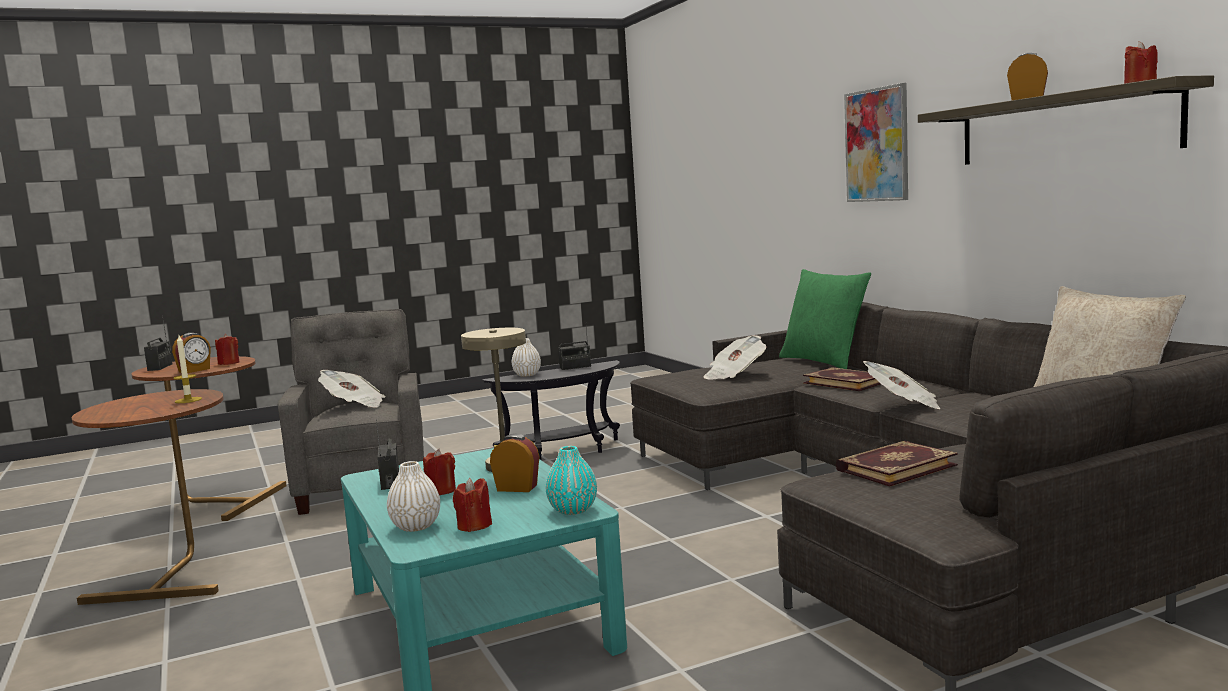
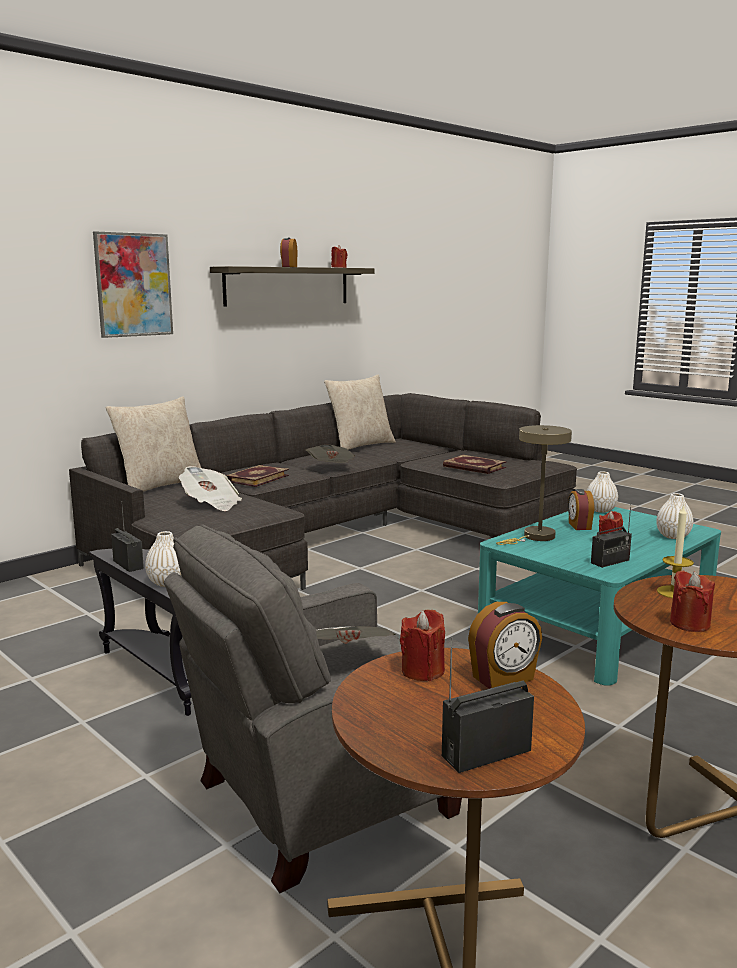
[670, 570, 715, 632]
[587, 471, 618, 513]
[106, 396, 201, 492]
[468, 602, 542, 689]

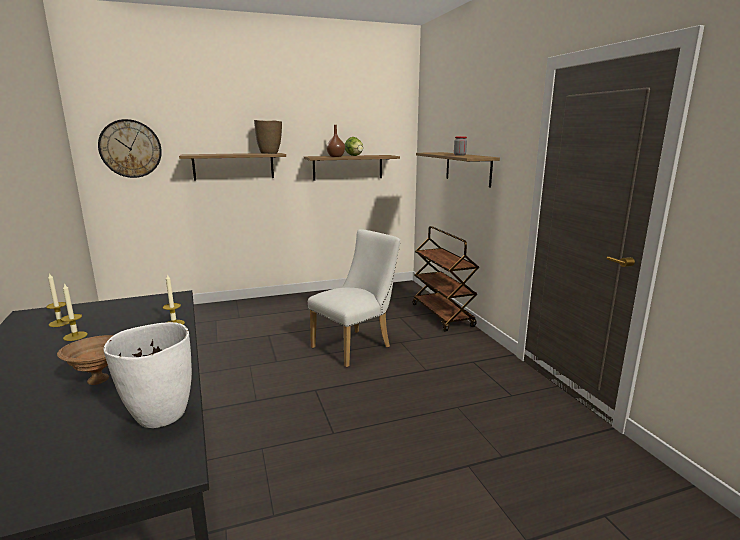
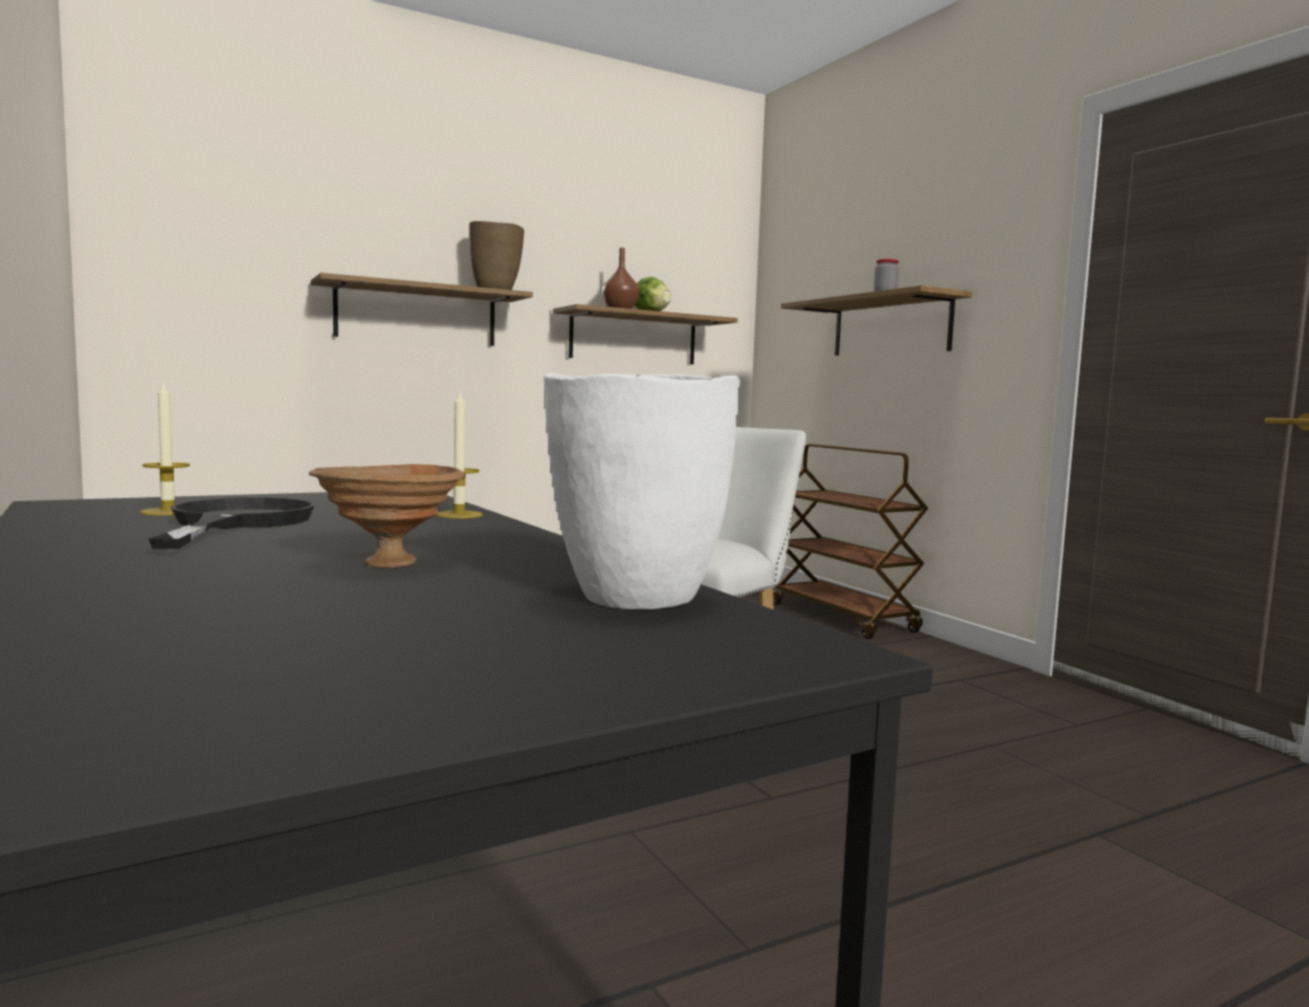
[98, 119, 162, 178] (first image)
[149, 497, 316, 549]

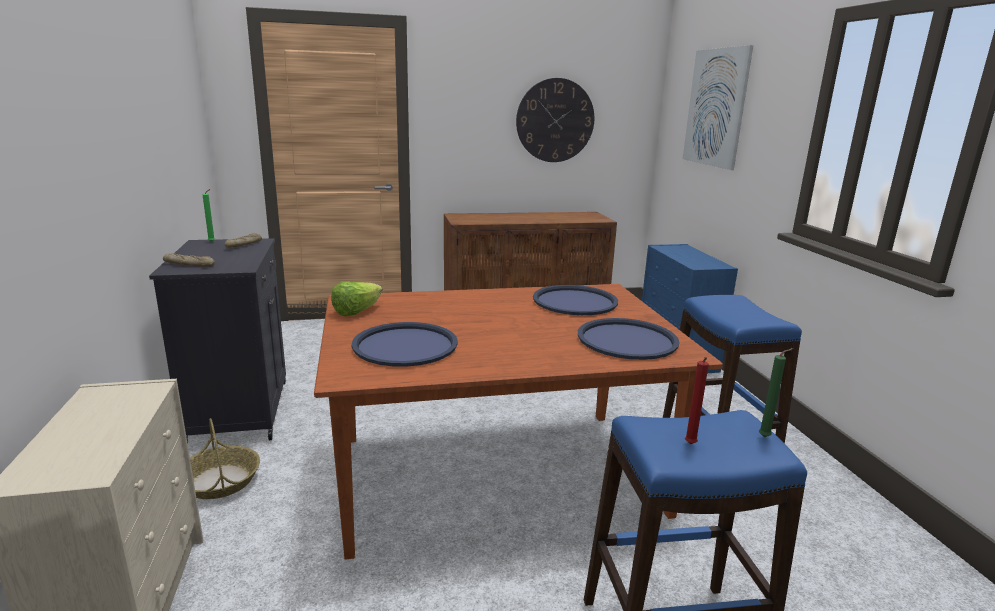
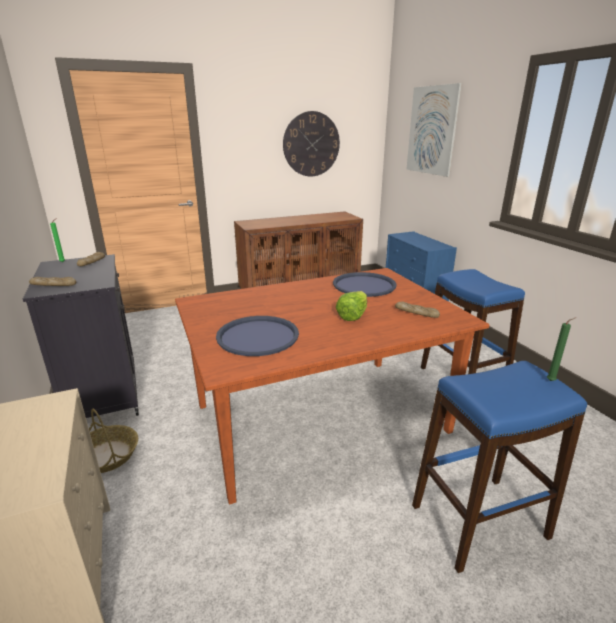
[685, 357, 709, 444] (first image)
[336, 291, 367, 321]
[395, 301, 440, 318]

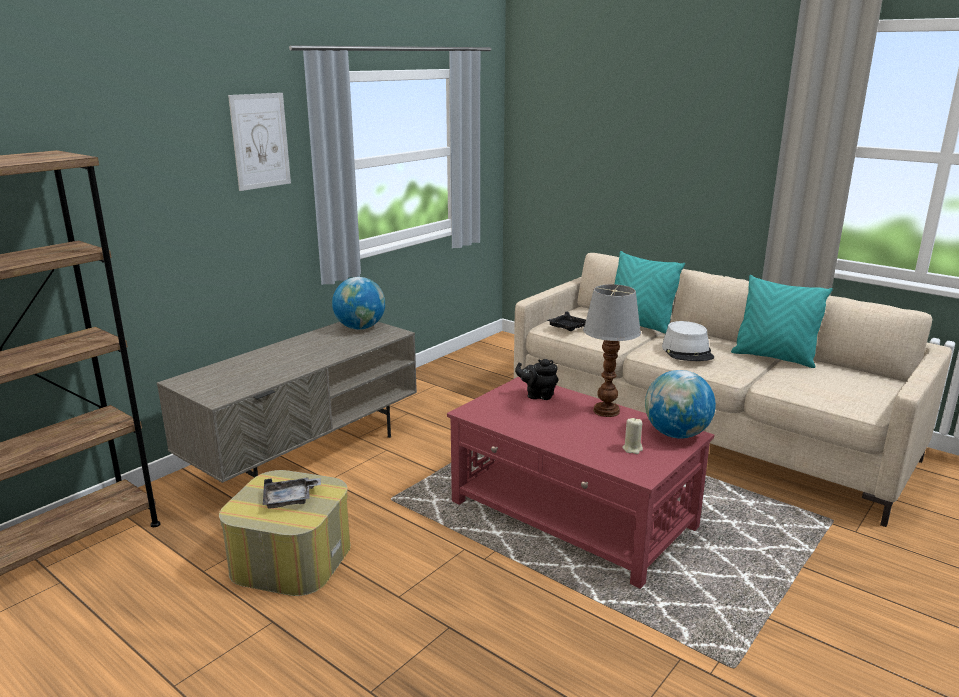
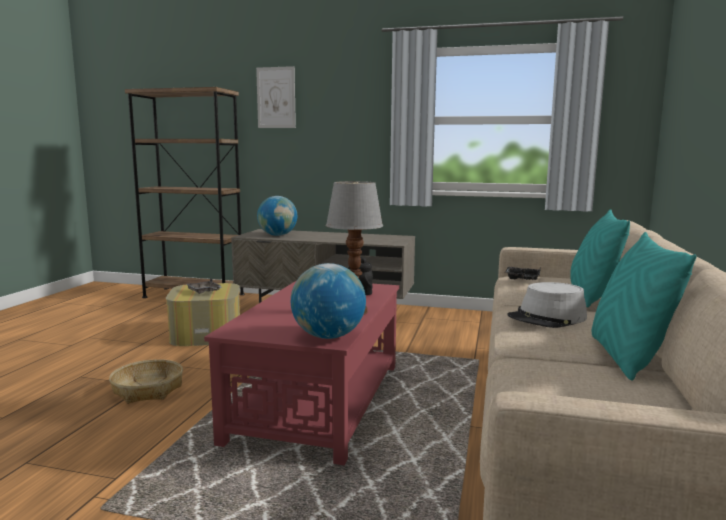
[623, 418, 643, 454] (first image)
[109, 359, 183, 403]
[256, 66, 296, 128]
[257, 196, 297, 236]

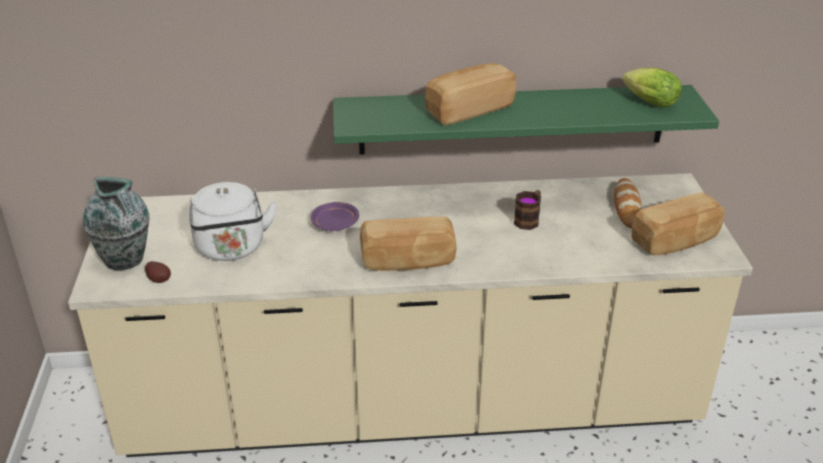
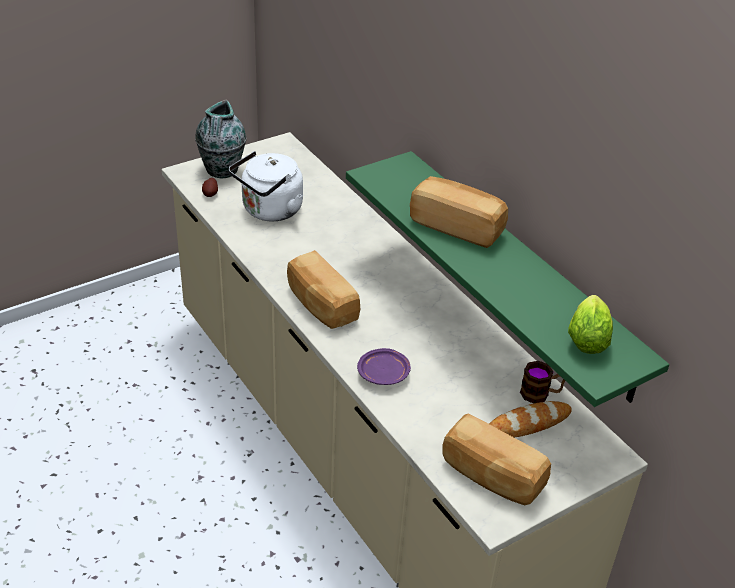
[357, 348, 411, 385]
[520, 361, 565, 403]

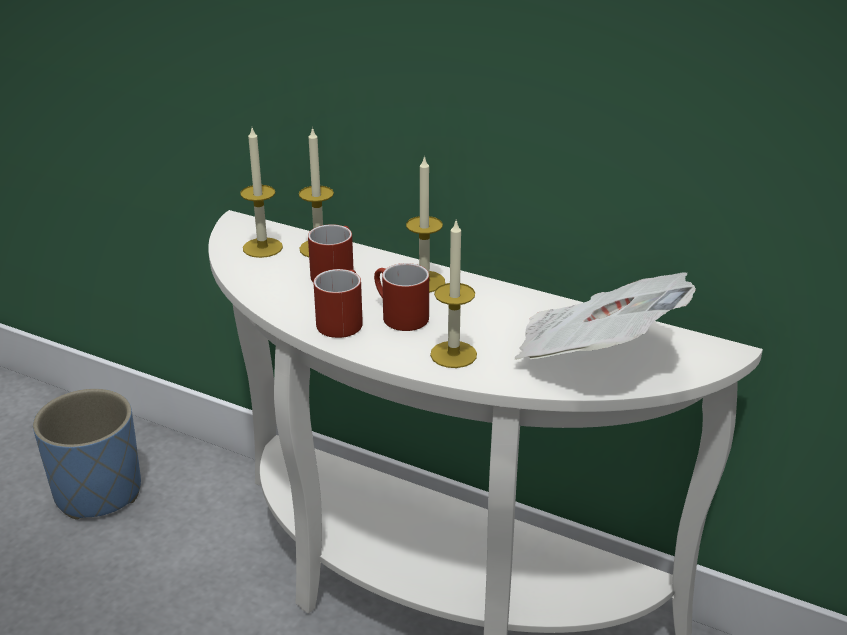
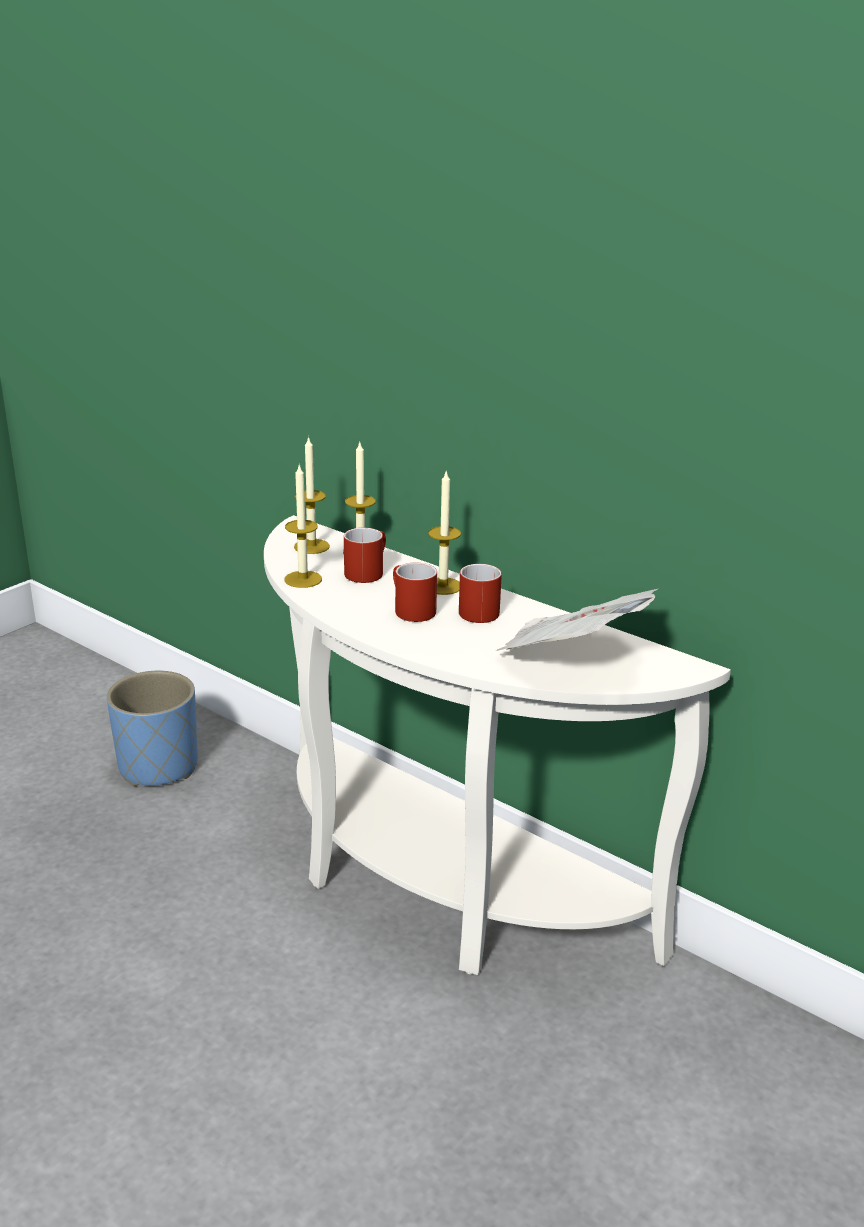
[459, 564, 502, 623]
[285, 465, 322, 588]

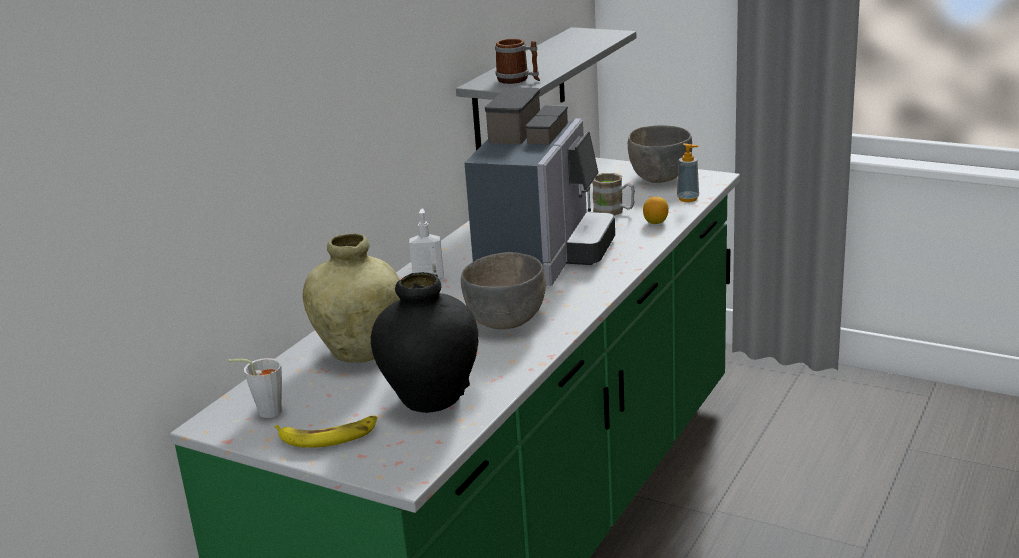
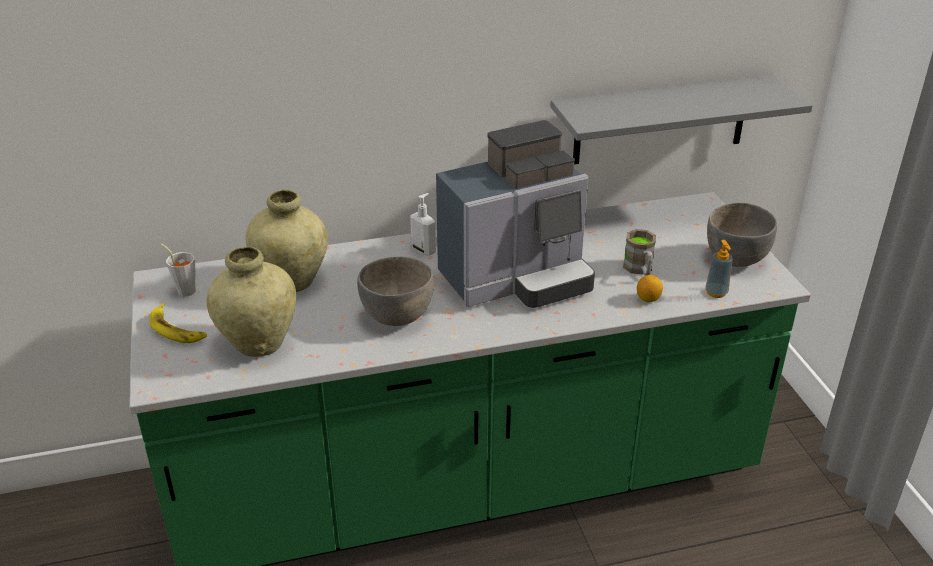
[495, 39, 540, 84] (first image)
[207, 247, 296, 357]

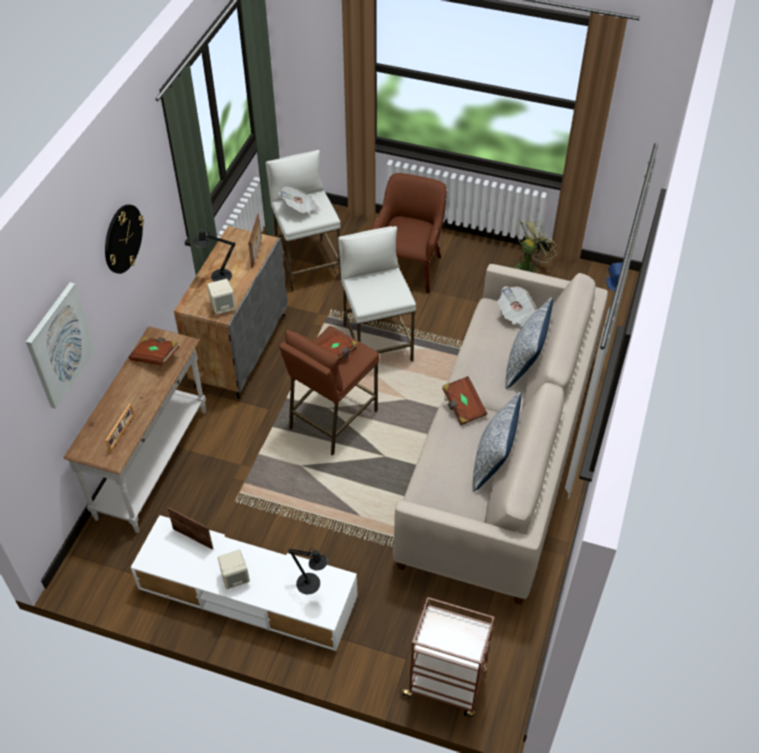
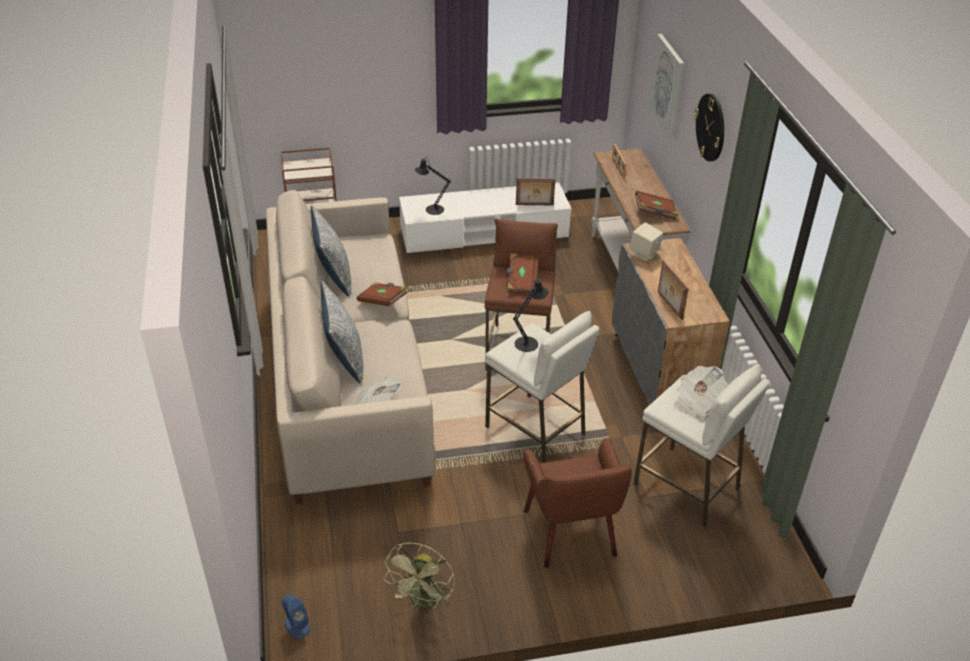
[218, 550, 250, 589] (first image)
[513, 278, 548, 352]

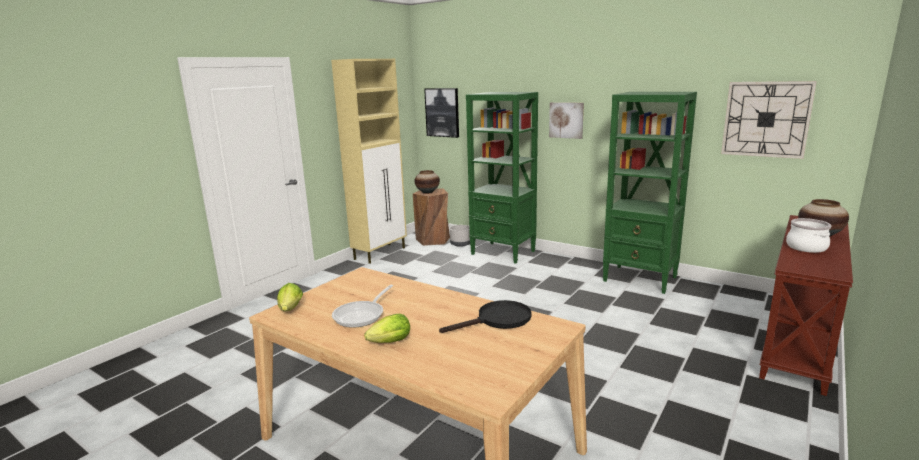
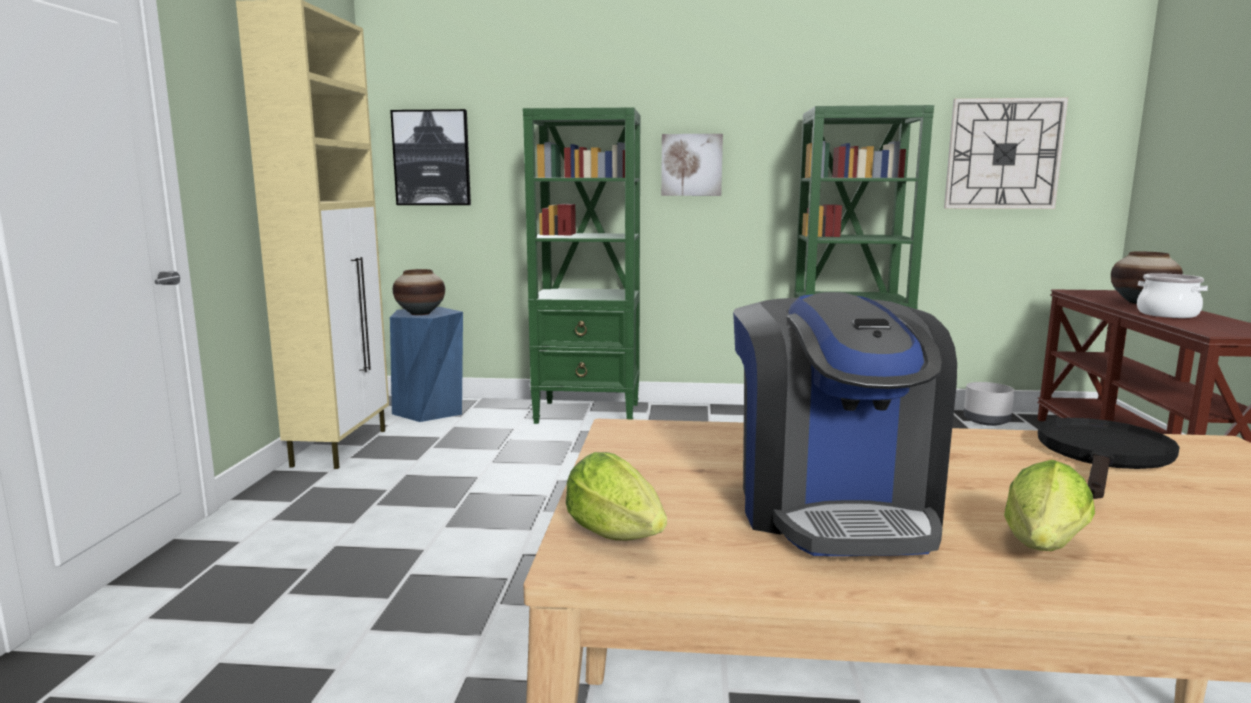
[963, 382, 1014, 426]
[733, 292, 957, 556]
[390, 307, 463, 422]

